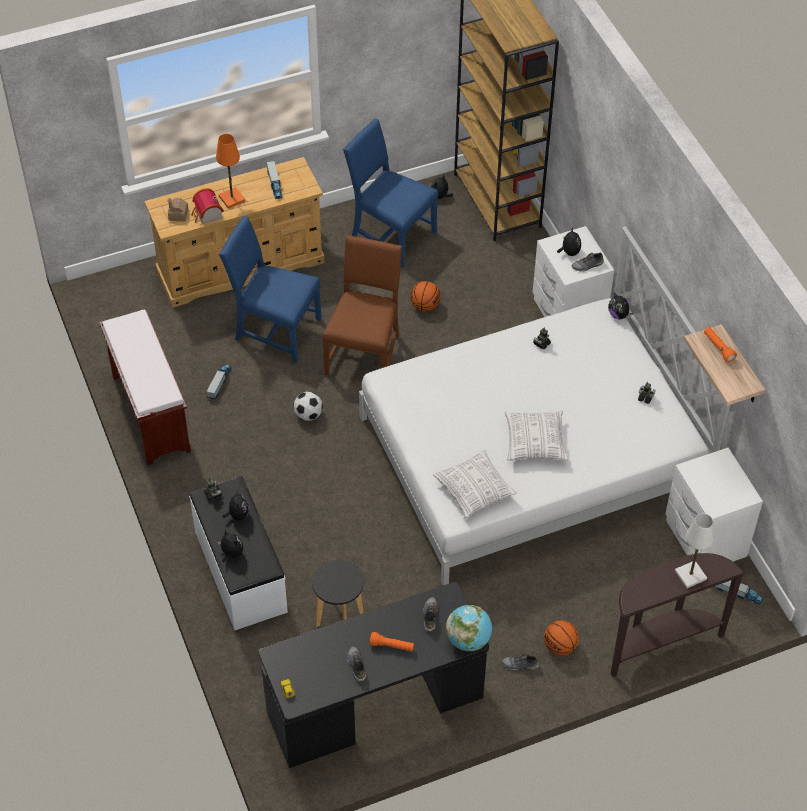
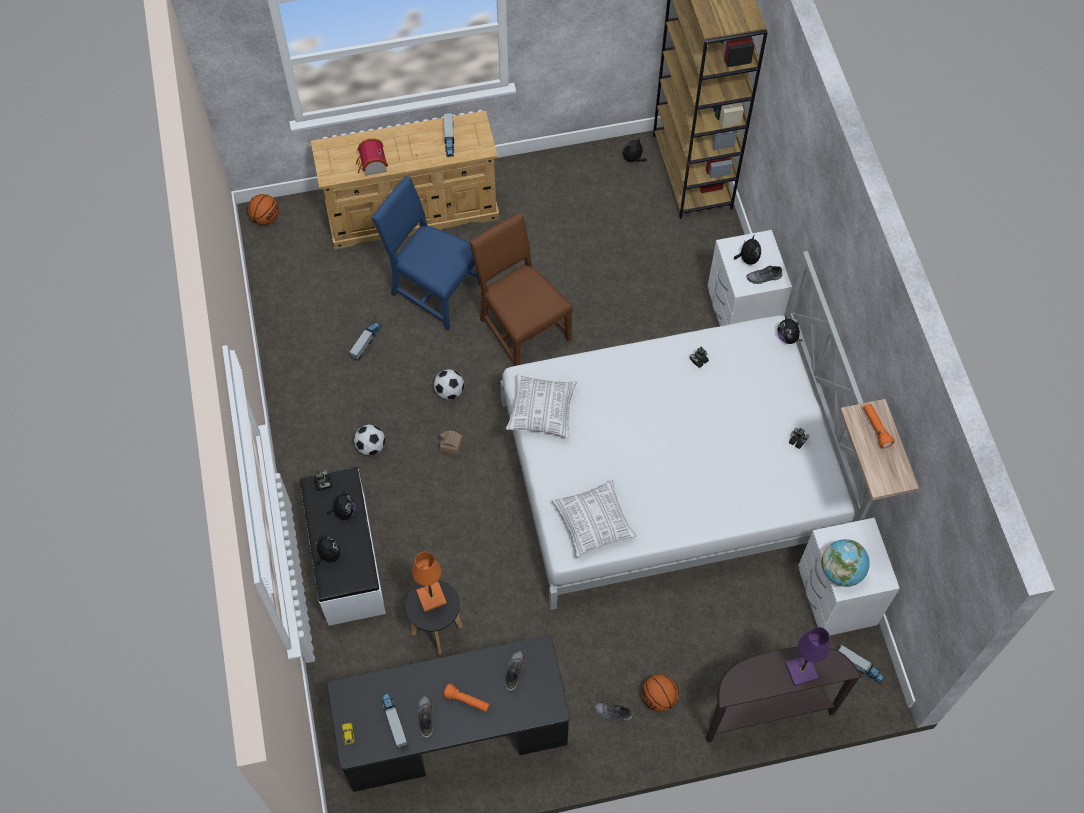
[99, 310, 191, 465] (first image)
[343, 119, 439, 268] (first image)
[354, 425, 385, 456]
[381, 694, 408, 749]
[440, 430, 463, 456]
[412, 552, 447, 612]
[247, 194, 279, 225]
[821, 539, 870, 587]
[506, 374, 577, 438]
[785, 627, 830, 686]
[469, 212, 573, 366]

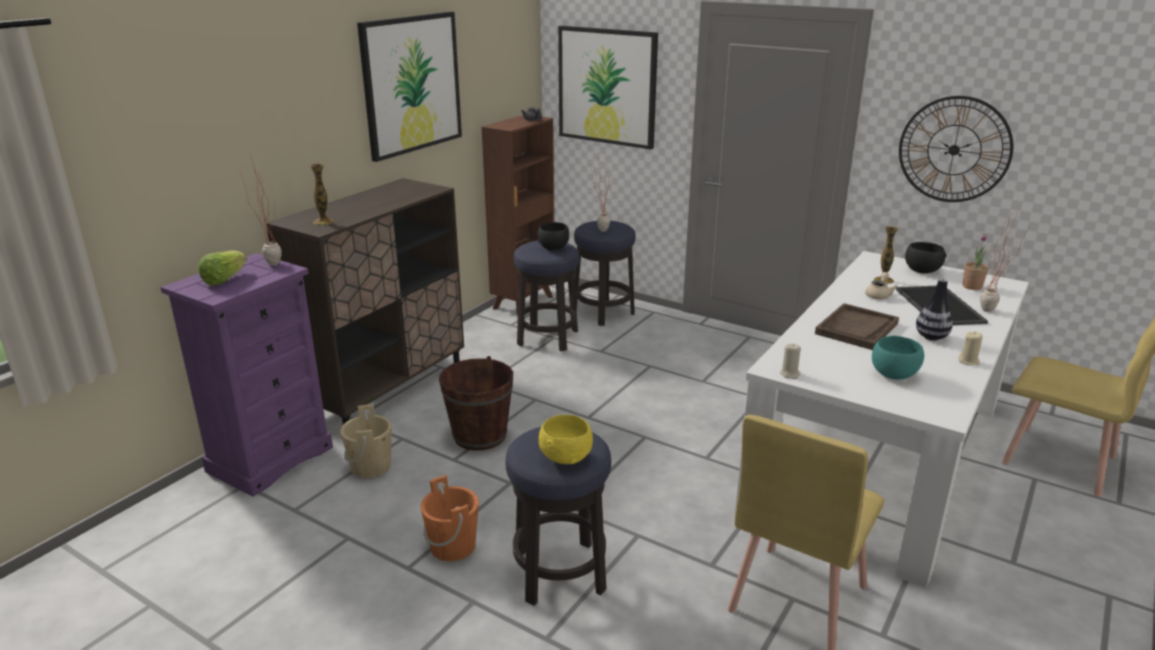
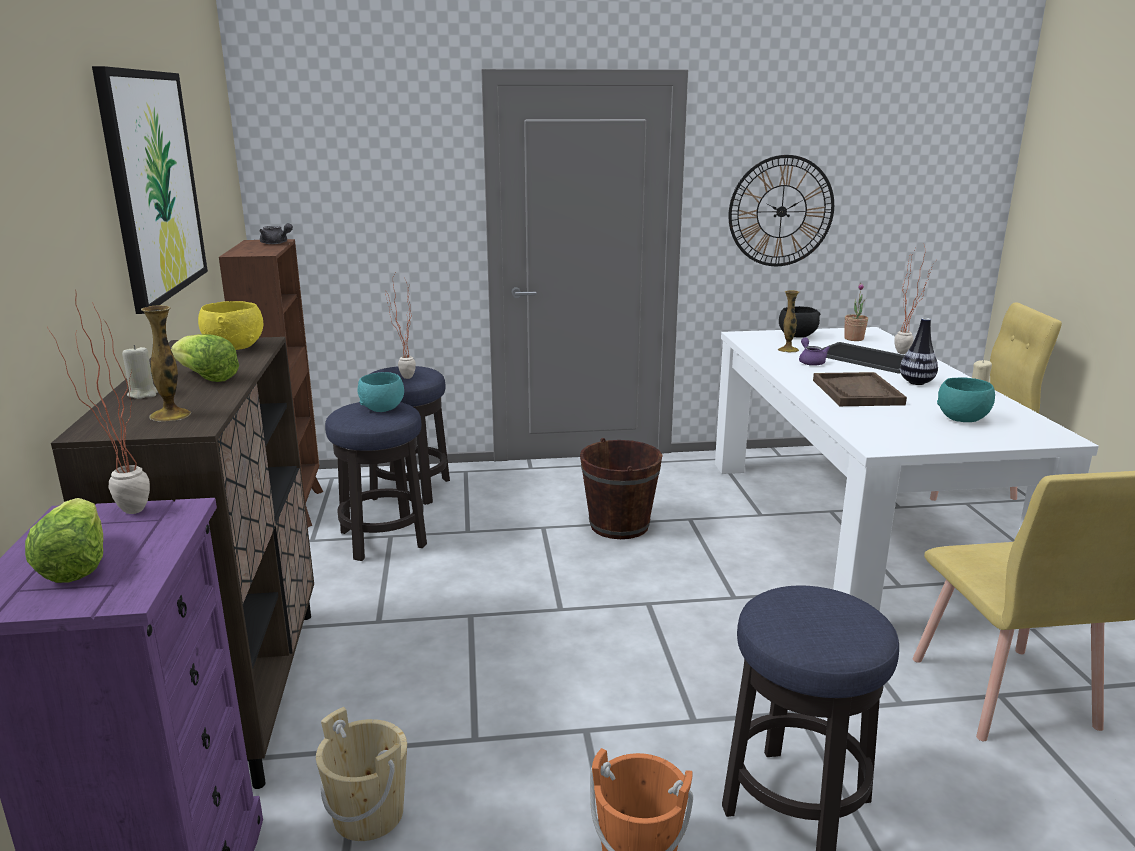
[558, 26, 658, 149] (first image)
[171, 334, 239, 382]
[580, 438, 663, 539]
[198, 301, 263, 350]
[122, 345, 158, 399]
[358, 372, 404, 412]
[799, 337, 830, 366]

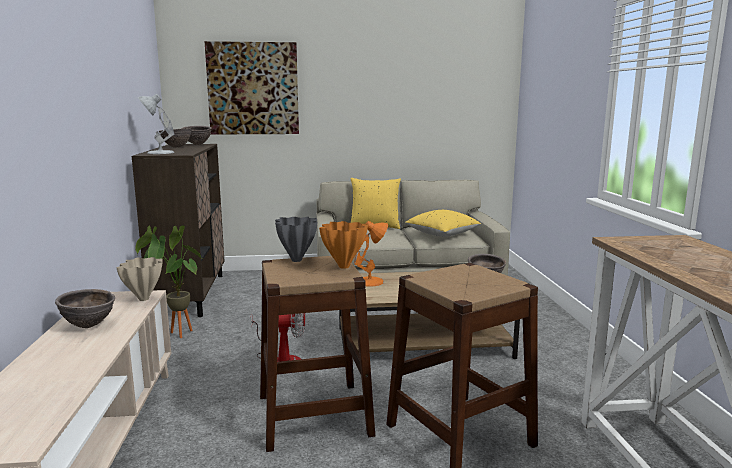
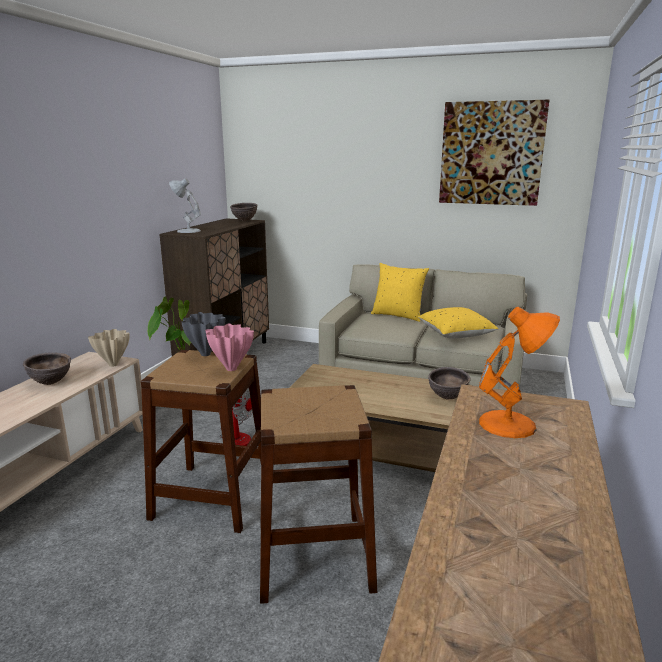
[159, 128, 192, 148] (first image)
[439, 100, 549, 206]
[479, 307, 560, 438]
[205, 323, 254, 371]

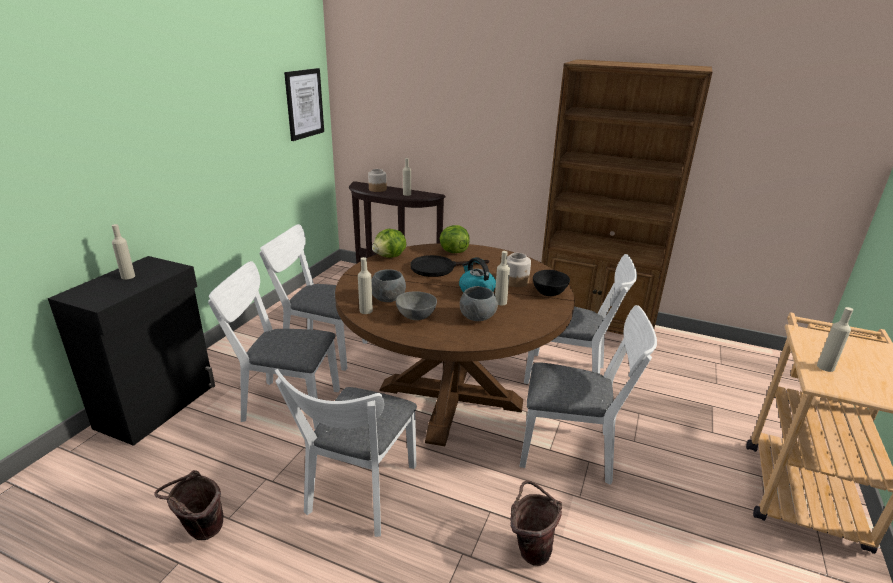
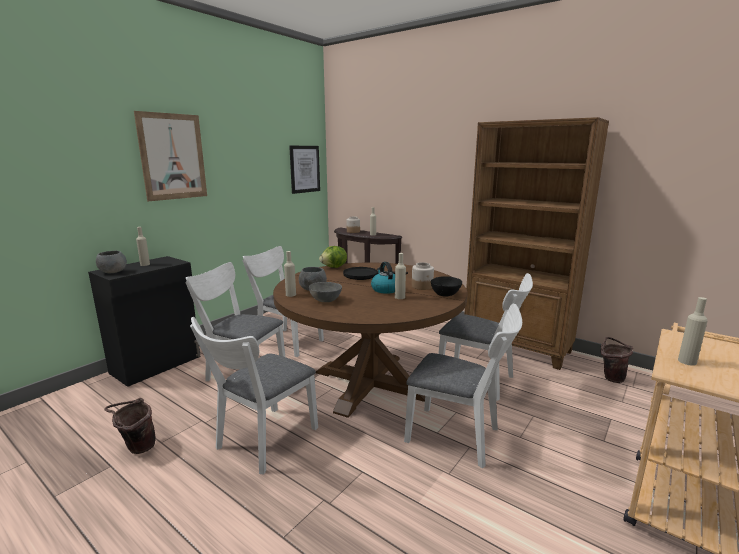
[440, 225, 470, 253] (first image)
[134, 111, 207, 201]
[96, 251, 127, 273]
[600, 337, 633, 383]

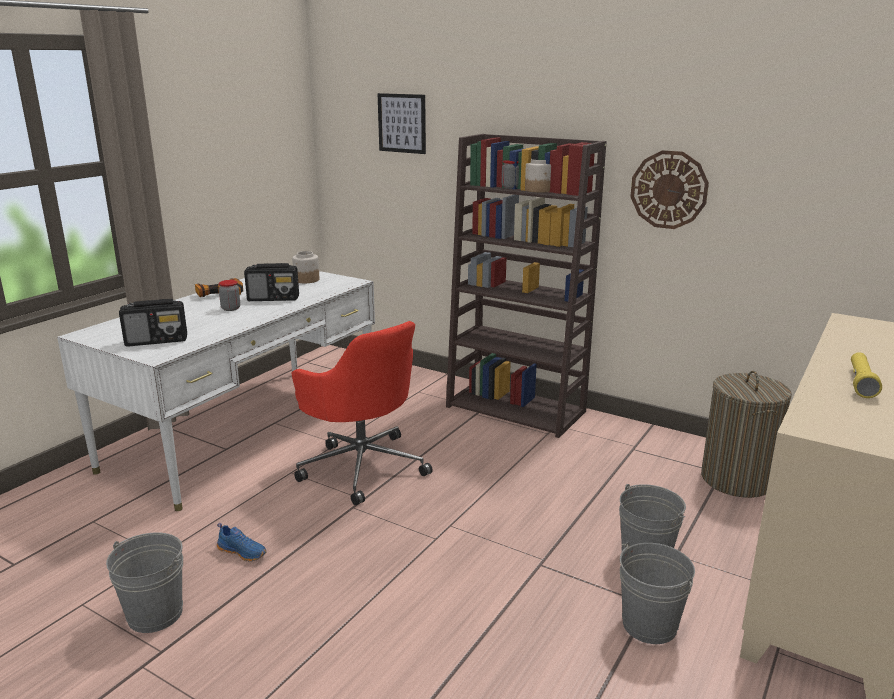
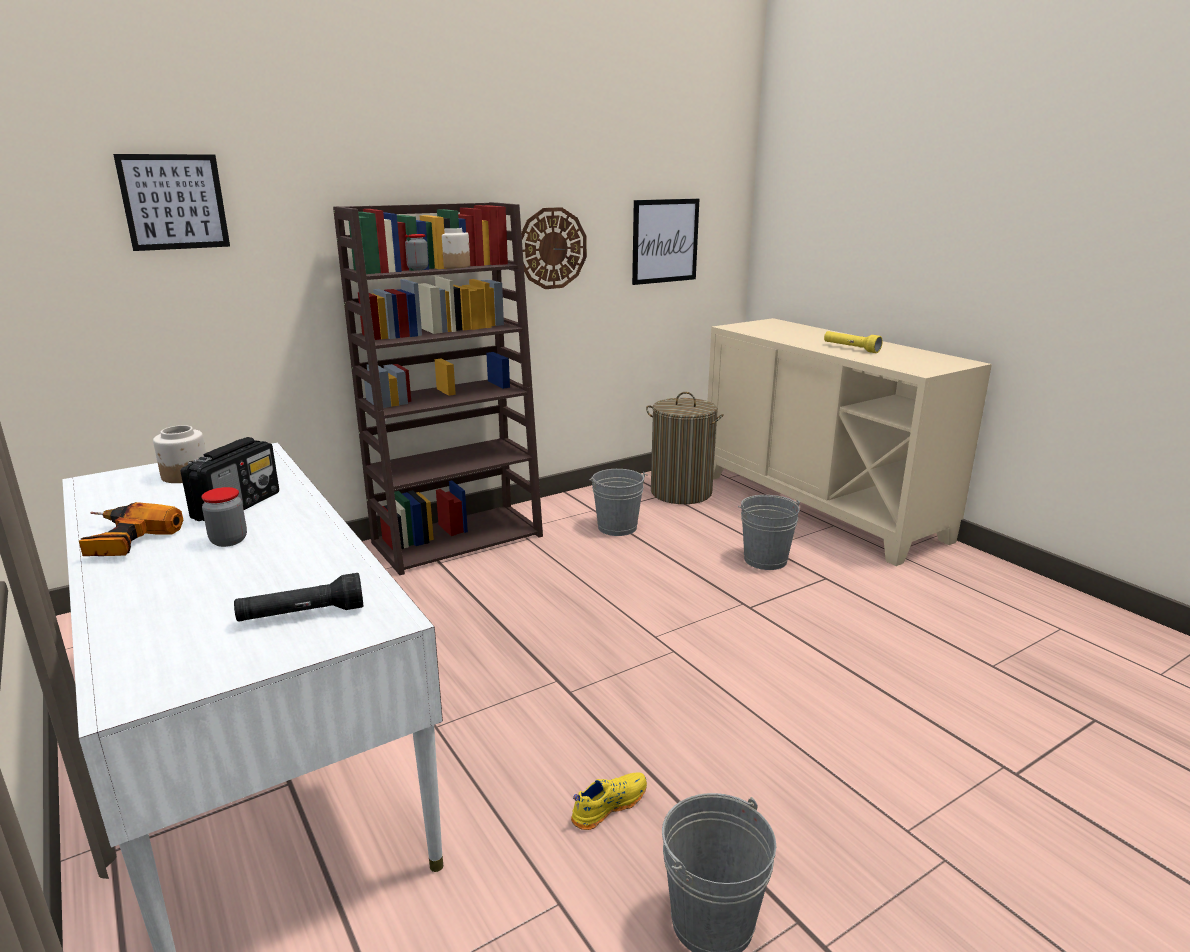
[292, 321, 433, 505] (first image)
[632, 199, 699, 285]
[590, 469, 648, 536]
[234, 573, 363, 622]
[571, 772, 647, 830]

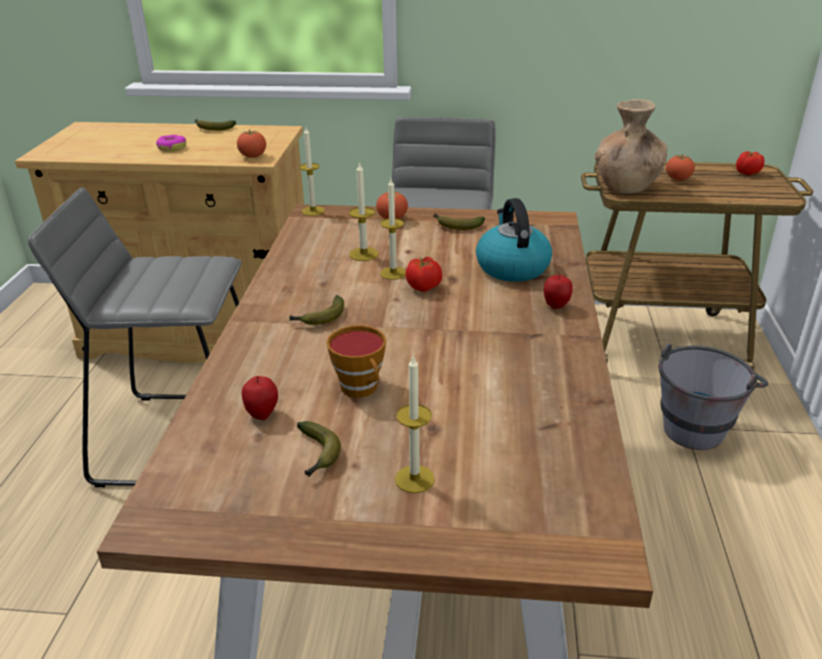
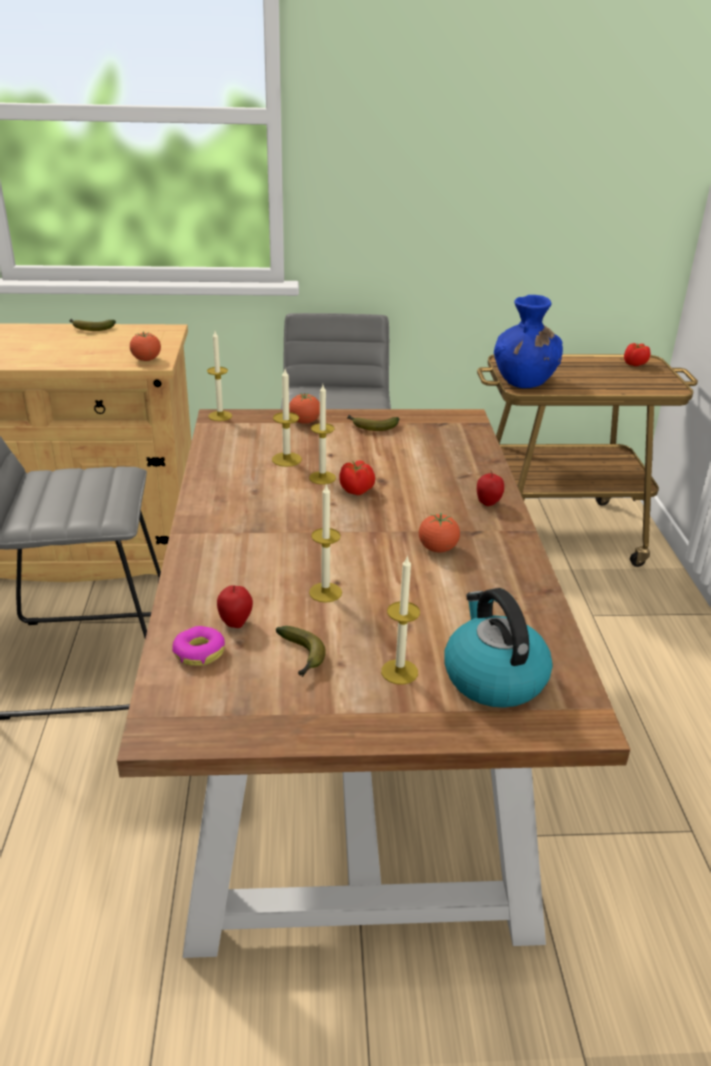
[289, 295, 344, 325] (first image)
[658, 344, 768, 450] (first image)
[172, 626, 225, 666]
[444, 588, 553, 708]
[419, 513, 460, 553]
[309, 484, 342, 603]
[494, 295, 563, 388]

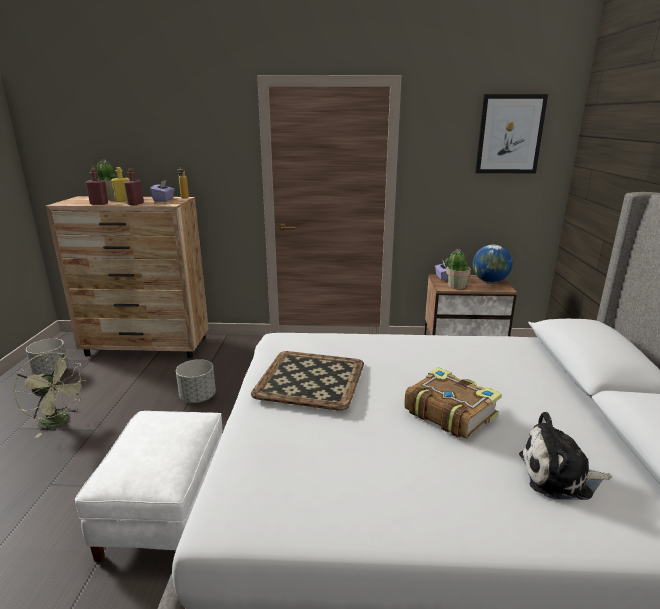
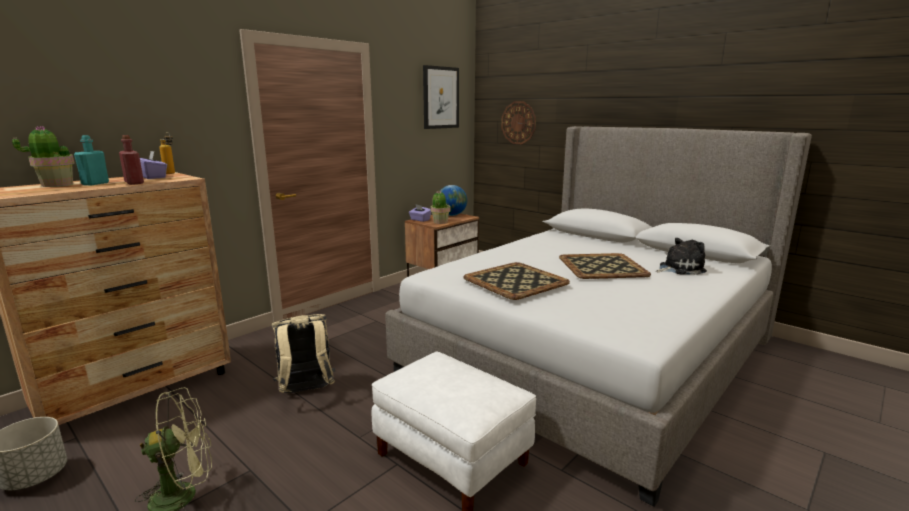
[85, 169, 108, 205] (first image)
[501, 101, 536, 144]
[272, 314, 335, 393]
[559, 253, 651, 279]
[74, 135, 109, 185]
[656, 238, 707, 275]

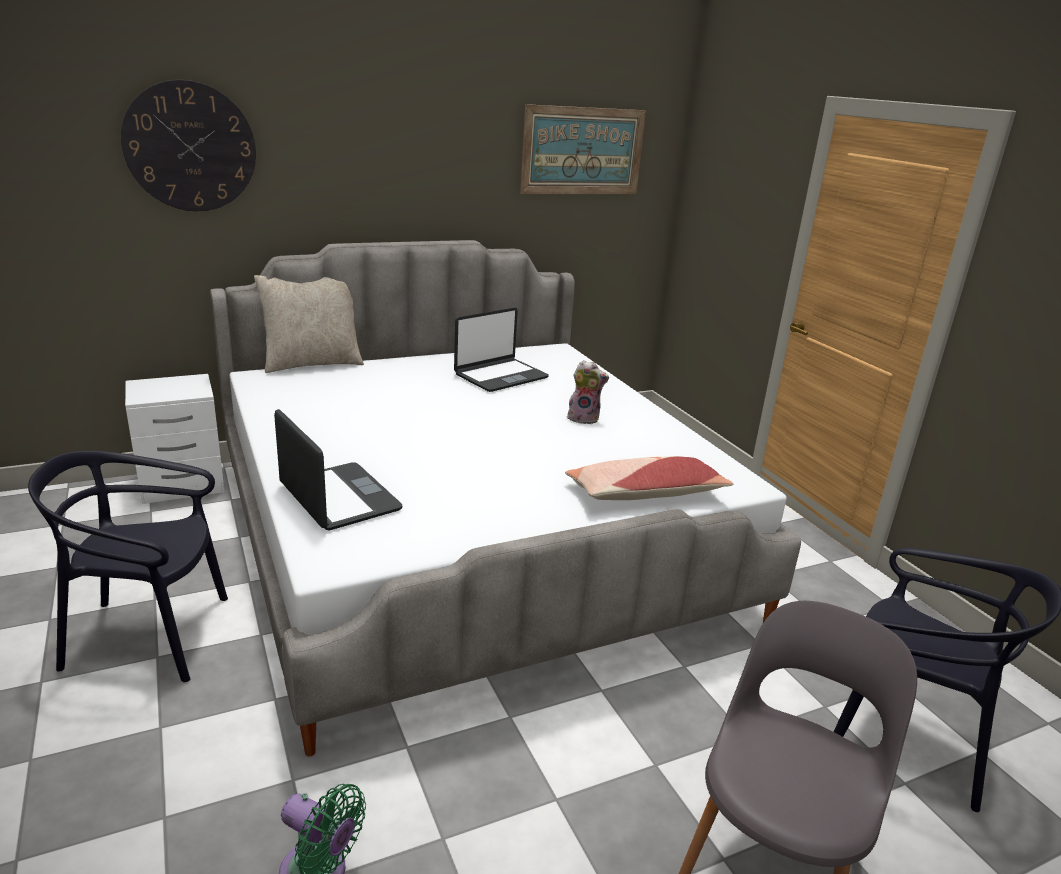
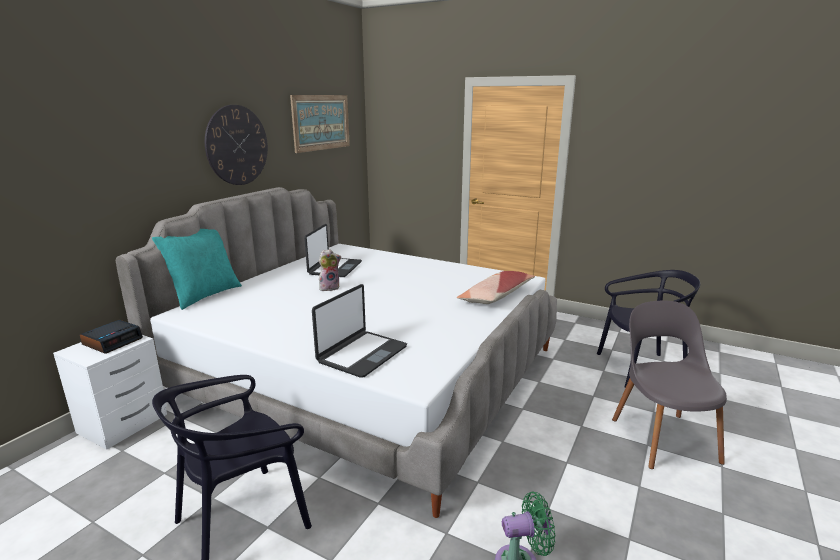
[79, 320, 143, 354]
[205, 105, 268, 185]
[319, 249, 341, 291]
[152, 229, 242, 310]
[312, 284, 407, 378]

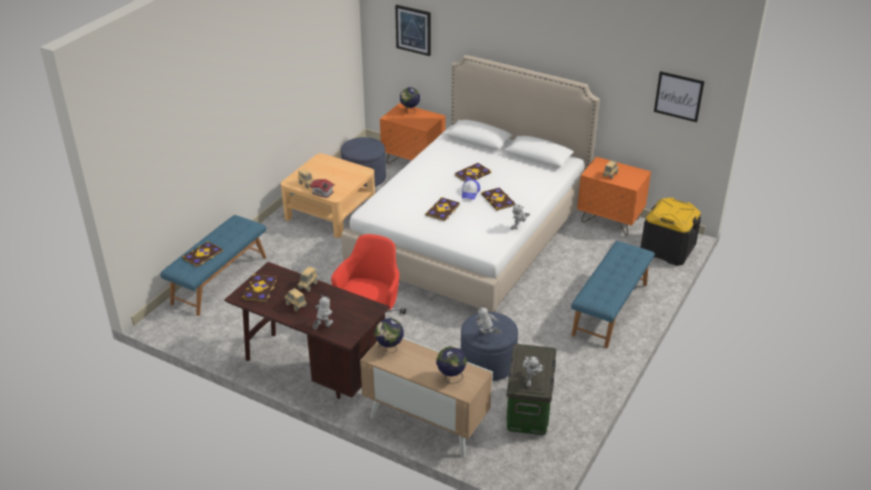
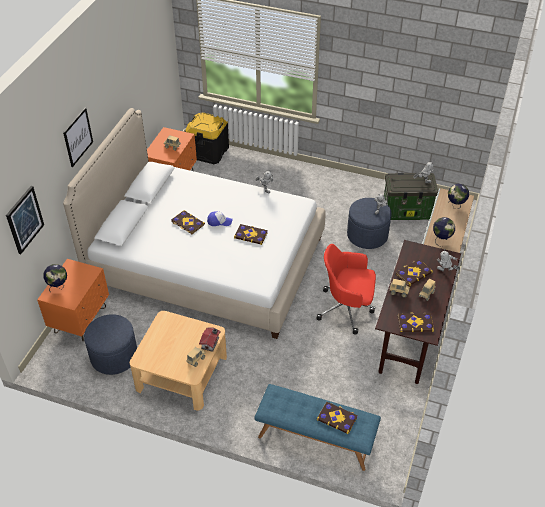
[571, 241, 655, 348] (first image)
[396, 259, 433, 286]
[63, 107, 93, 167]

